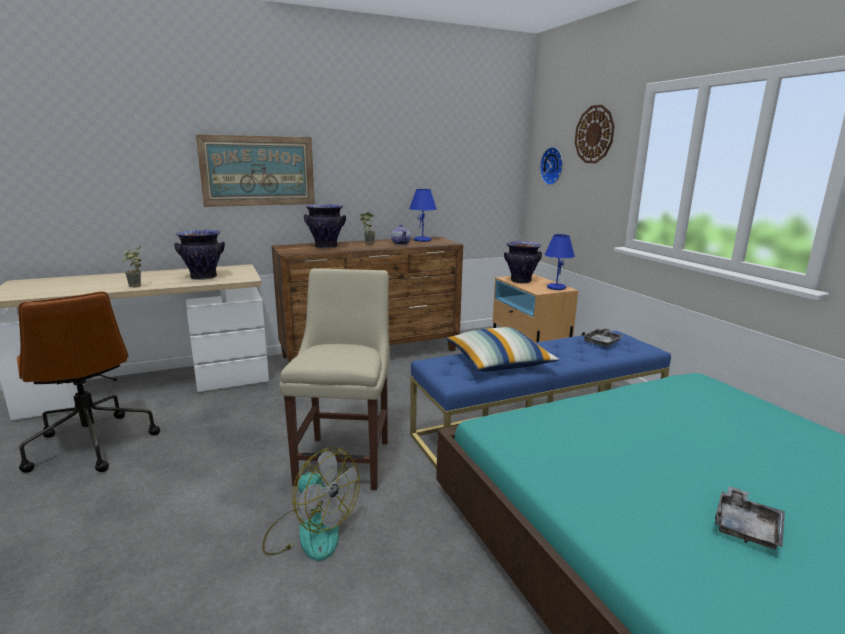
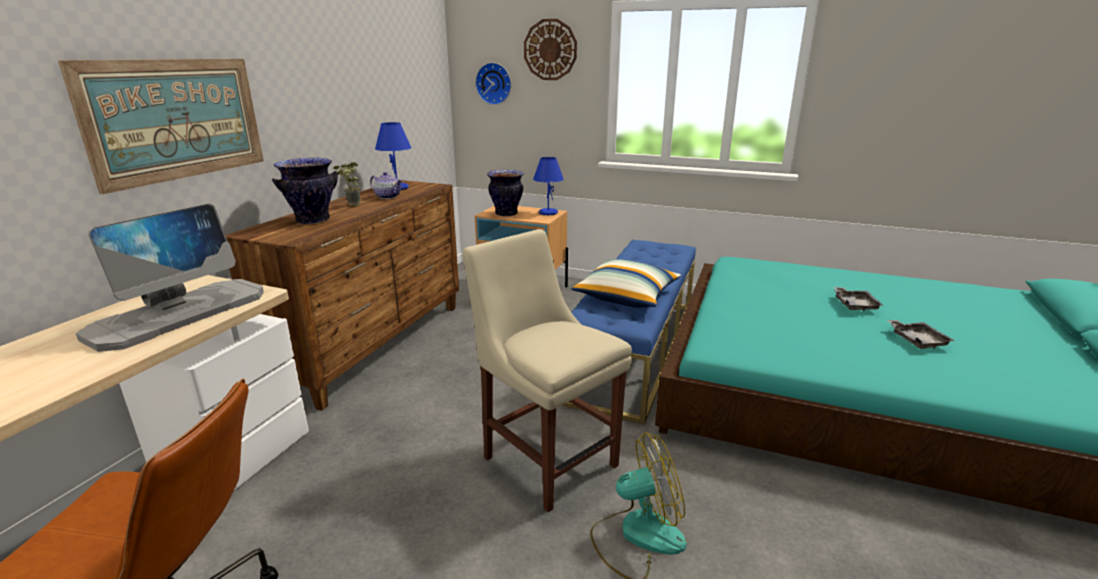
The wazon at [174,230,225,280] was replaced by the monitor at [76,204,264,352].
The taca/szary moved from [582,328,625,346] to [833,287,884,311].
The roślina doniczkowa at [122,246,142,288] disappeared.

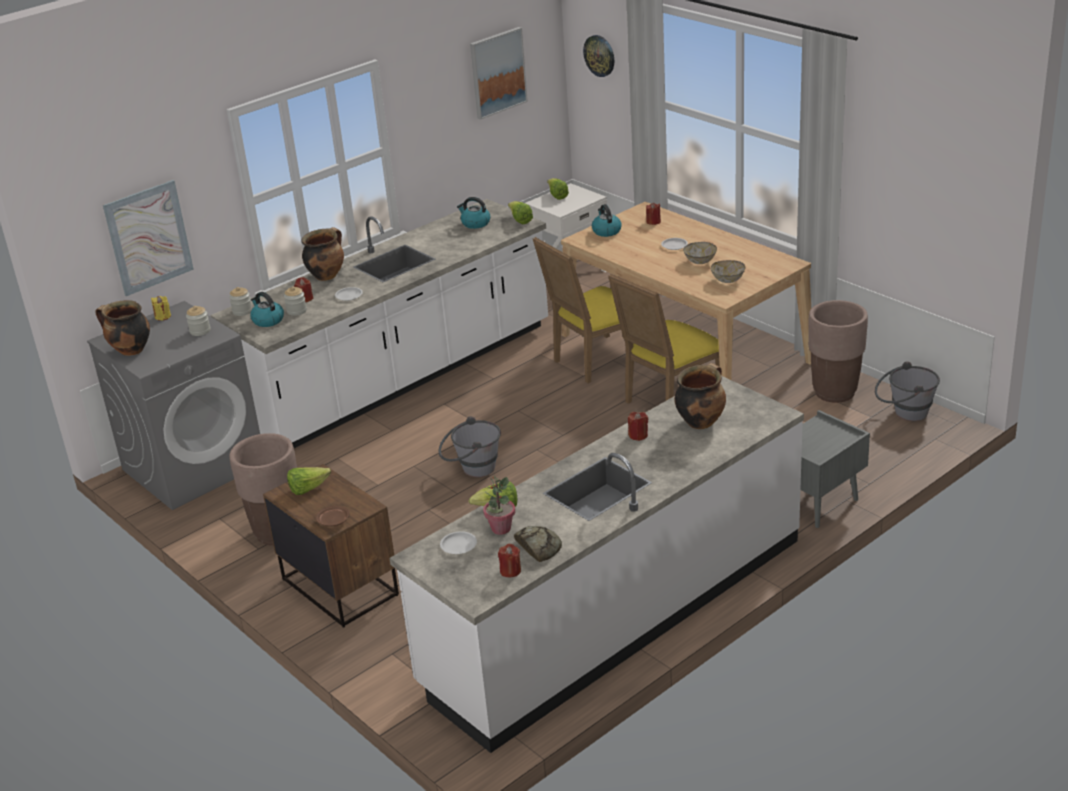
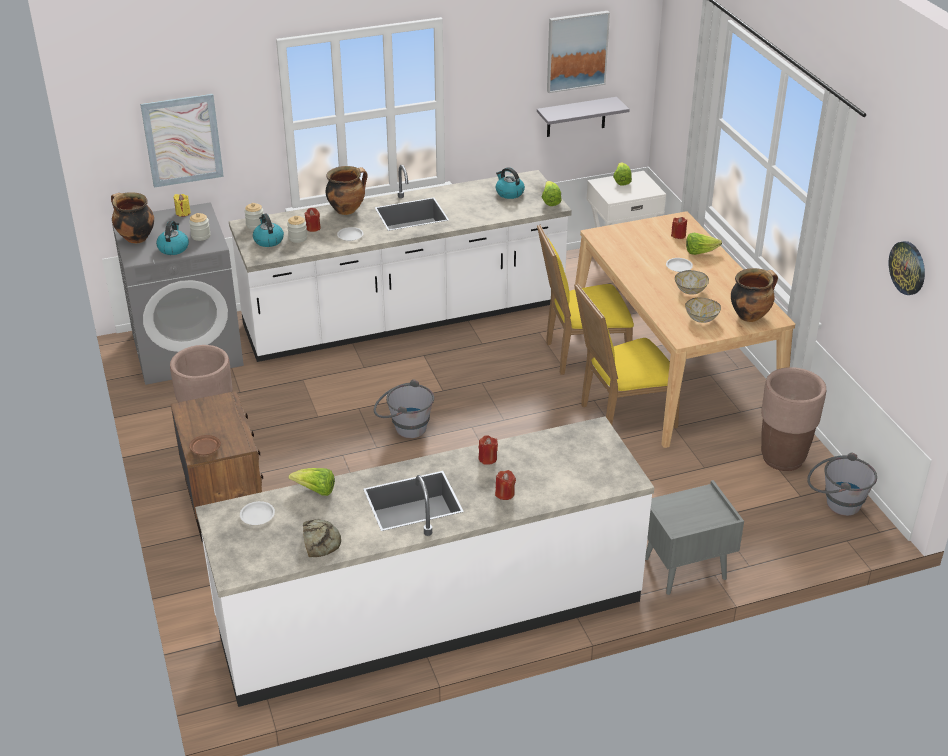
The czajnik moved from [592,204,622,237] to [156,220,189,255].
The świeca/czerwony moved from [498,544,521,577] to [495,470,516,500].
The półka/szary at [537,97,630,137] appeared.
The sałata moved from [287,467,331,495] to [686,233,722,255].
The garnek moved from [675,363,726,429] to [731,268,778,322].
The zegar ścienny moved from [583,35,614,77] to [889,241,925,295].
The roślina doniczkowa at [483,476,515,535] disappeared.

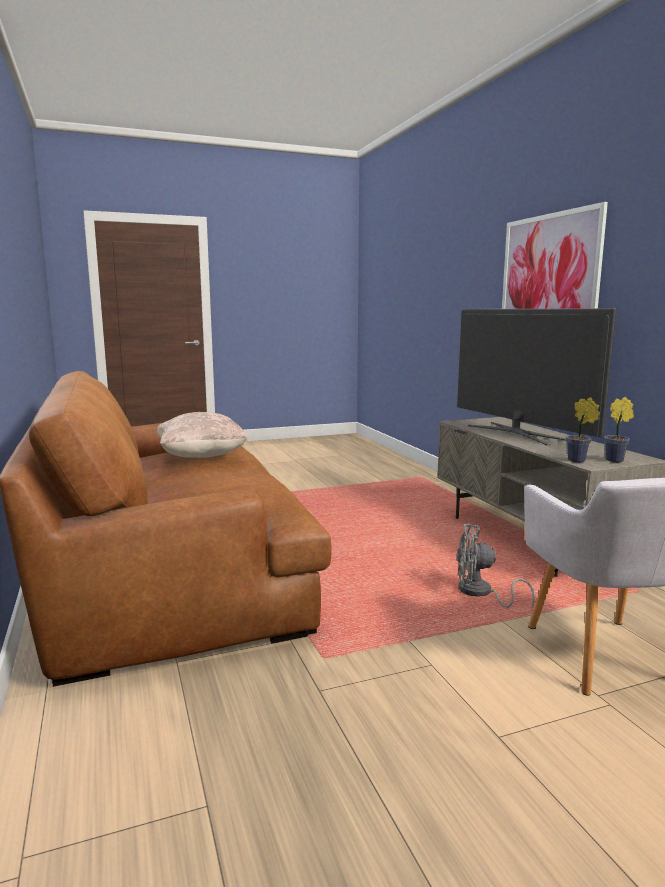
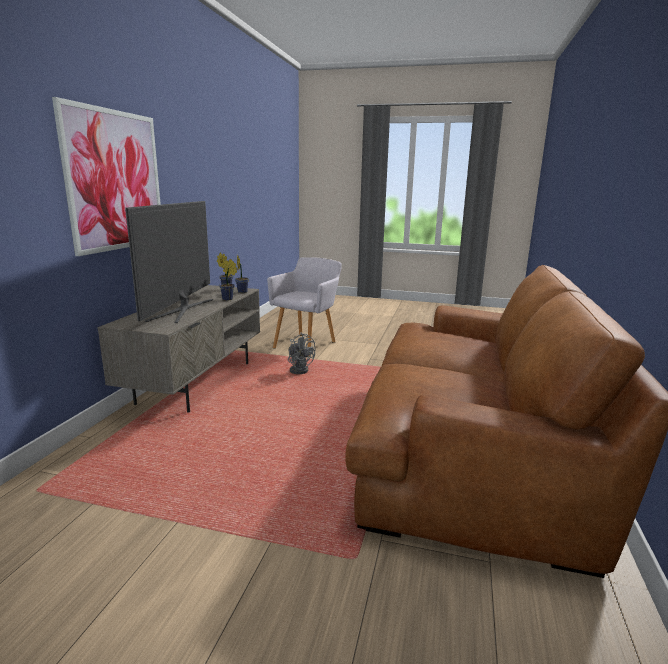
The roślina doniczkowa at [219,259,237,301] appeared.
The poduszka/beżowy at [157,412,248,458] disappeared.

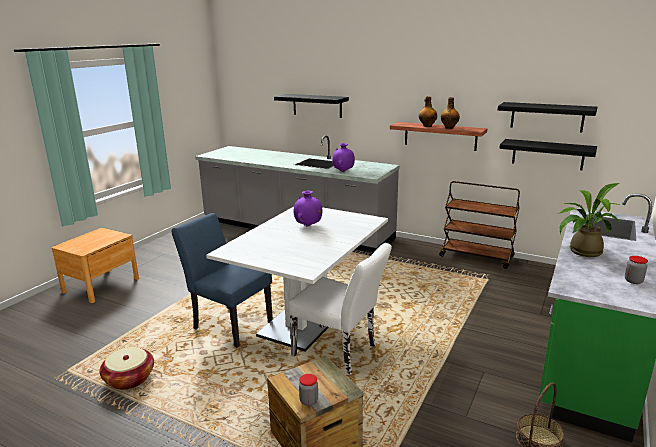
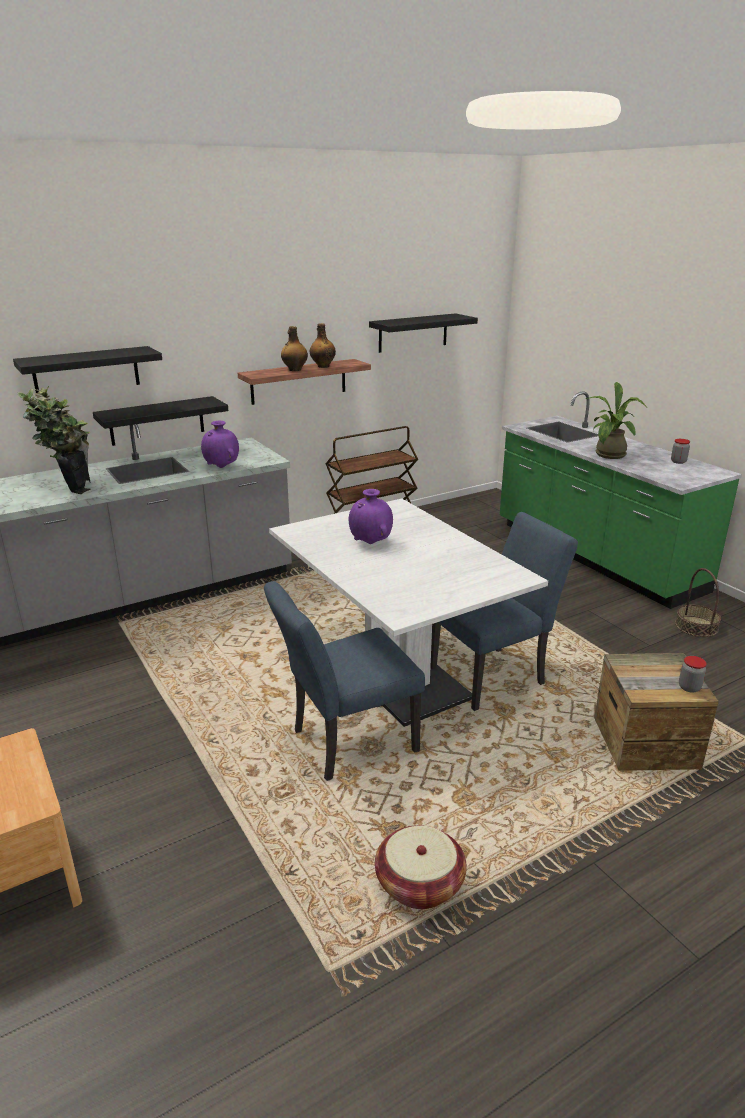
The roślina doniczkowa at [17,386,90,494] appeared.
The półka/czarny moved from [499,139,597,170] to [93,396,228,446].
The krzesło/biały at [287,243,392,375] became the krzesło/niebieski at [430,512,578,711].

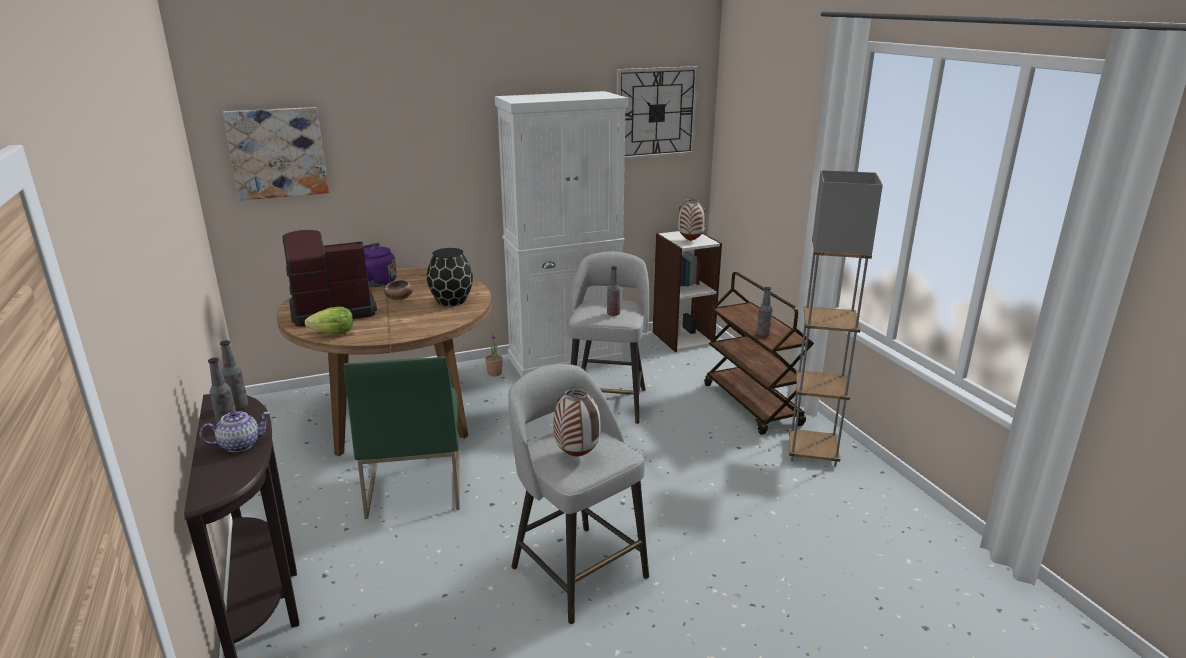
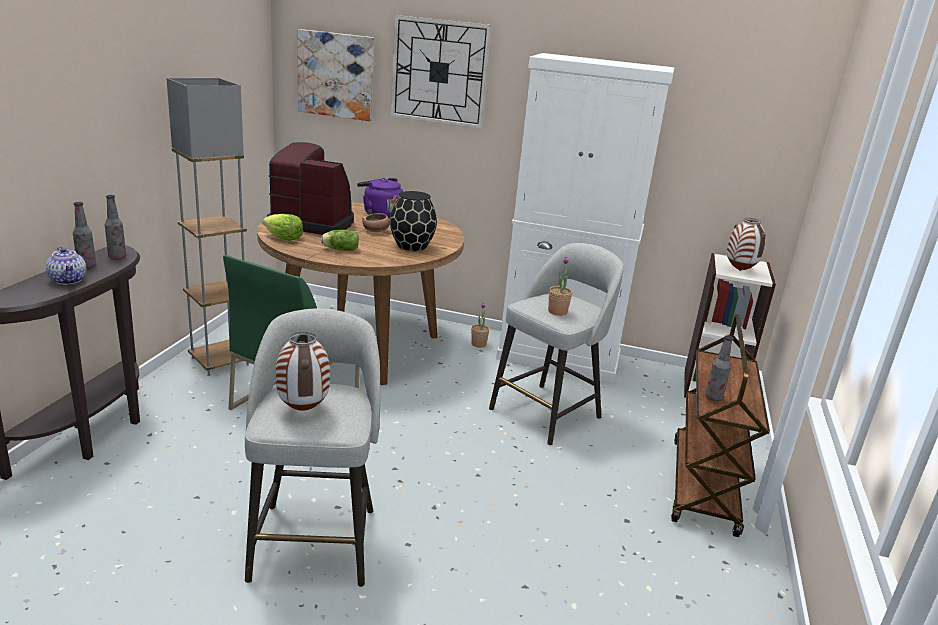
The imbryk at [199,411,271,452] turned 45 degrees clockwise.
The lampa stojąca/szary moved from [789,170,883,467] to [166,78,249,376].
The sałata at [321,230,359,251] appeared.
The zegar ścienny moved from [617,66,699,160] to [391,15,491,129].
The butelka at [607,266,620,316] was replaced by the roślina doniczkowa at [548,257,572,316].

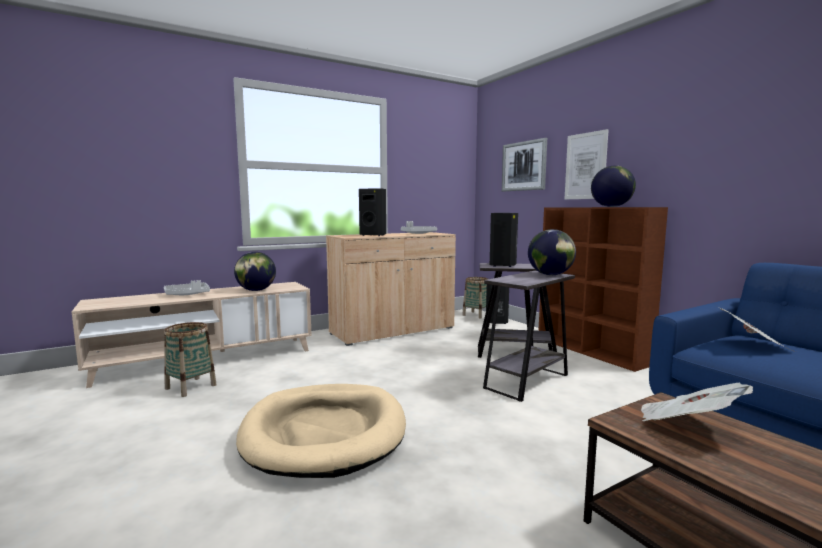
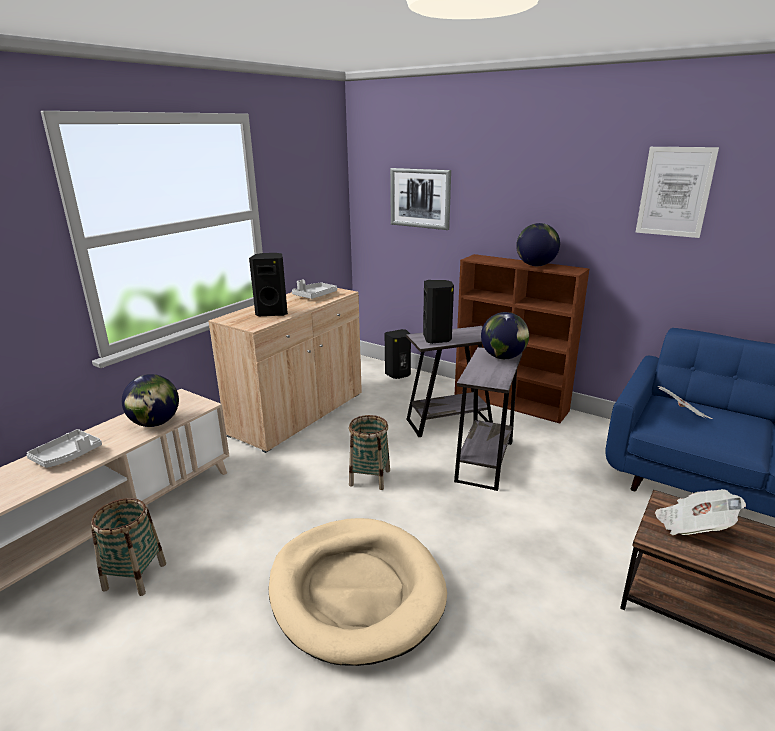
The koszyk moved from [462,277,488,318] to [349,415,390,490].
The obraz moved from [565,129,609,199] to [635,147,719,238].

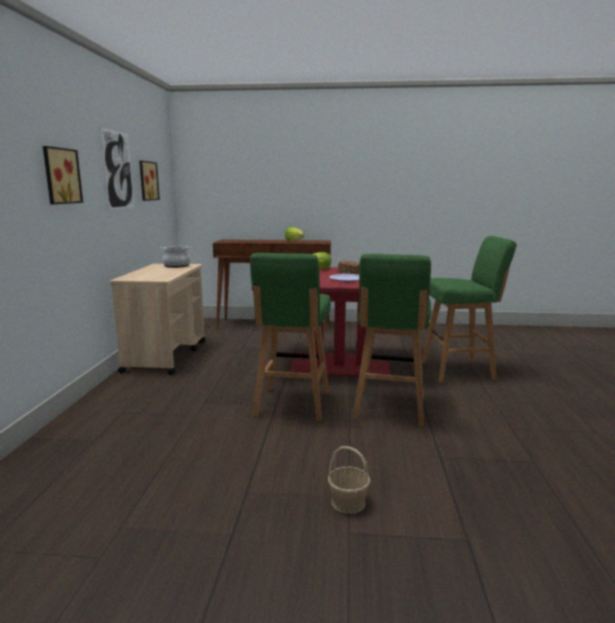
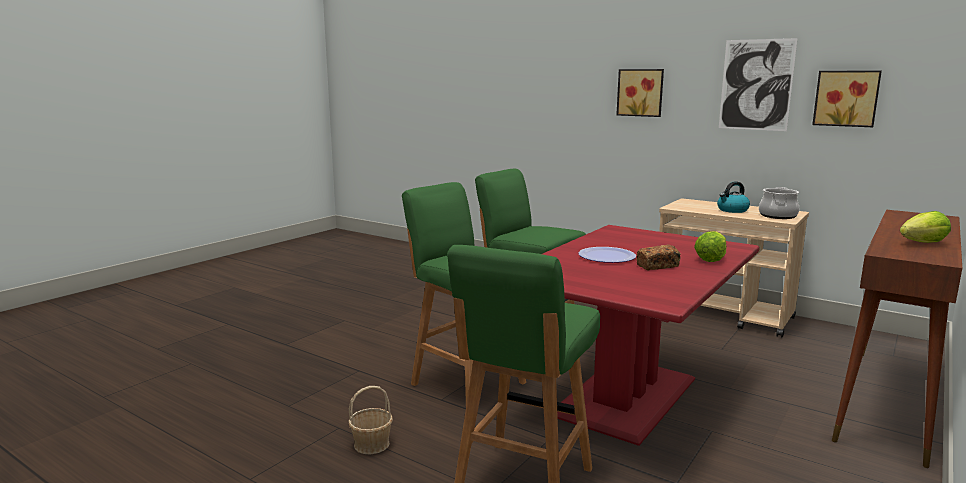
The koszyk moved from [328,446,370,514] to [348,386,393,454].
The czajnik at [717,181,750,213] appeared.

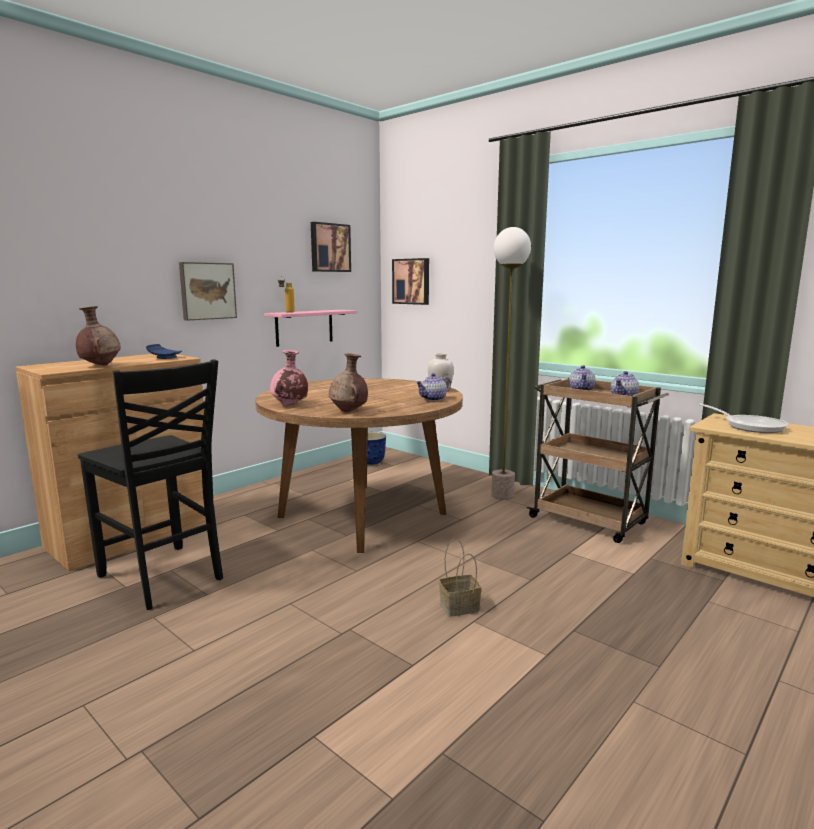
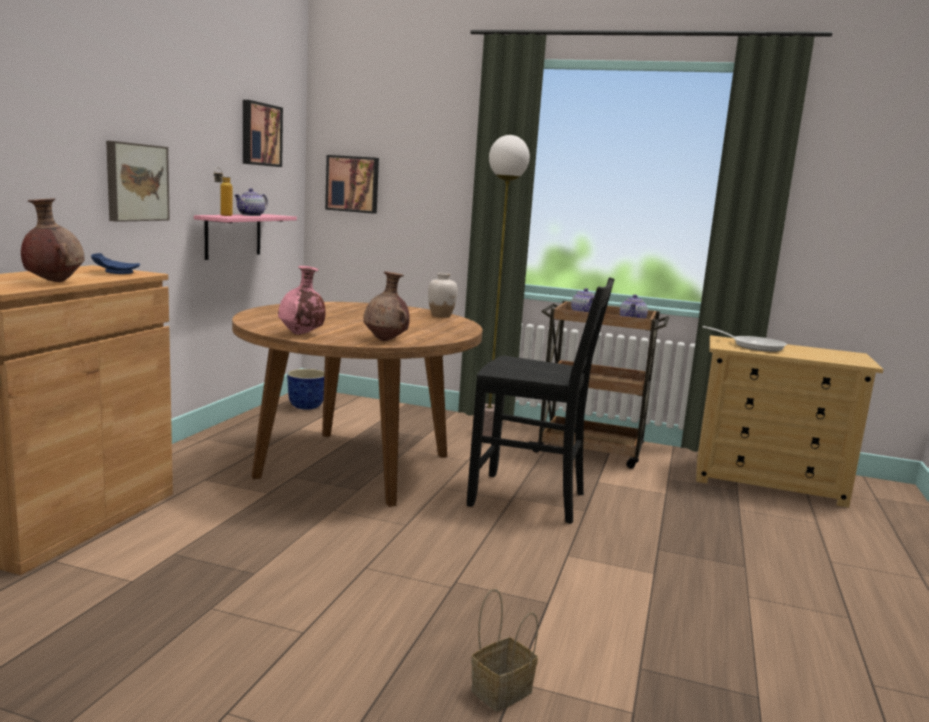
The imbryk moved from [416,373,451,401] to [234,188,268,216].
The krzesło/czarny moved from [78,359,223,610] to [467,277,614,524].
The koszyk moved from [439,539,482,617] to [471,589,538,712].

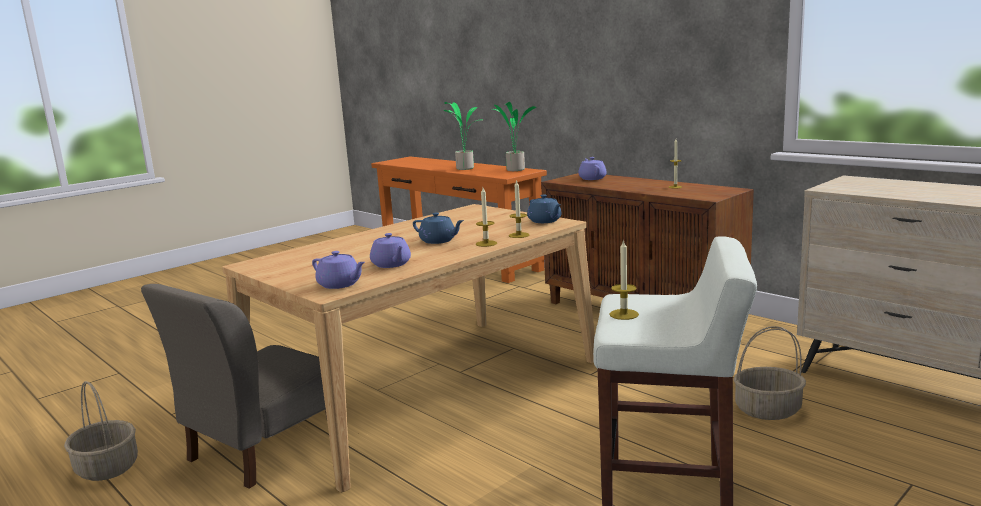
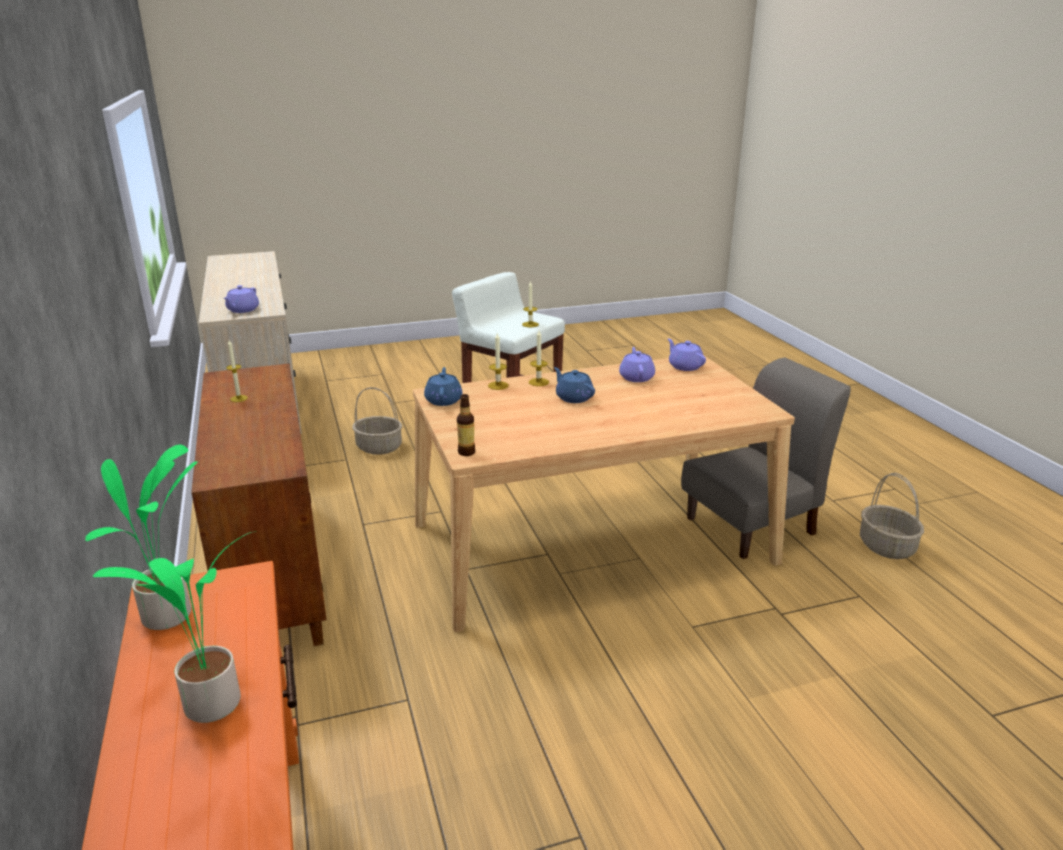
The imbryk/fioletowy moved from [578,157,607,180] to [223,285,259,313].
The butelka at [457,394,475,456] appeared.

